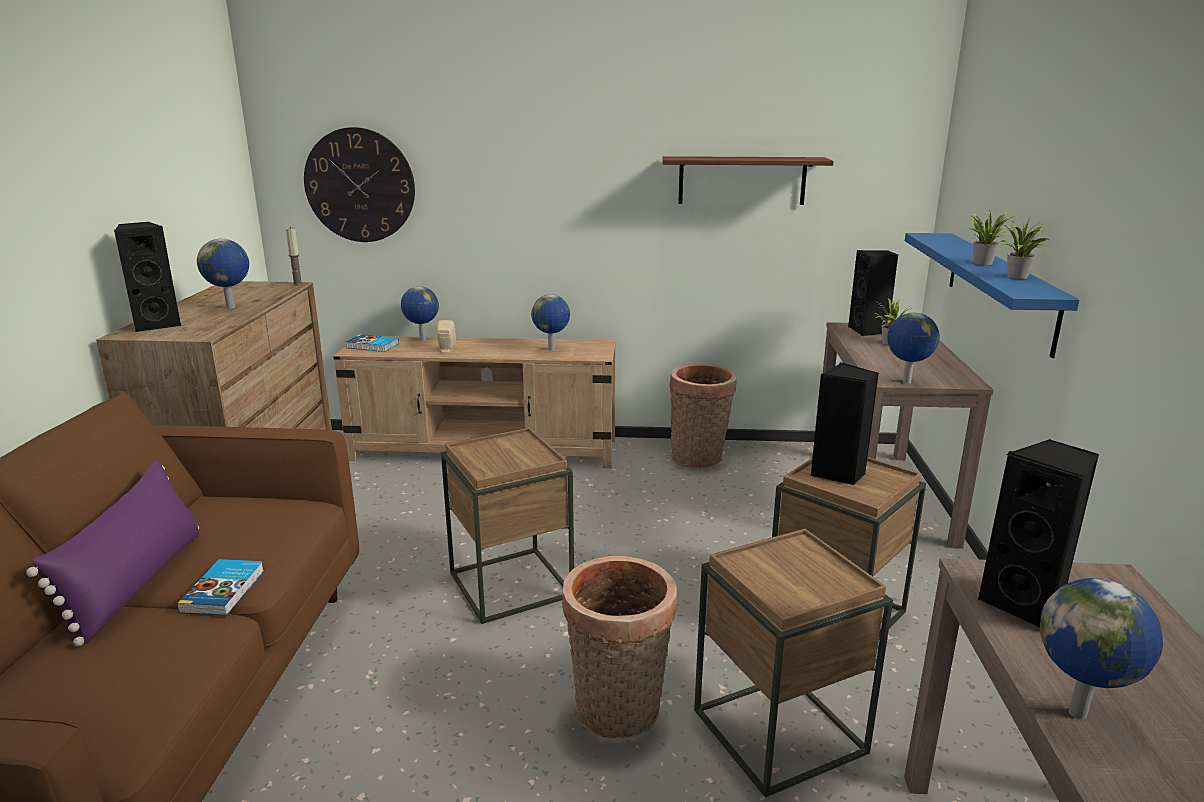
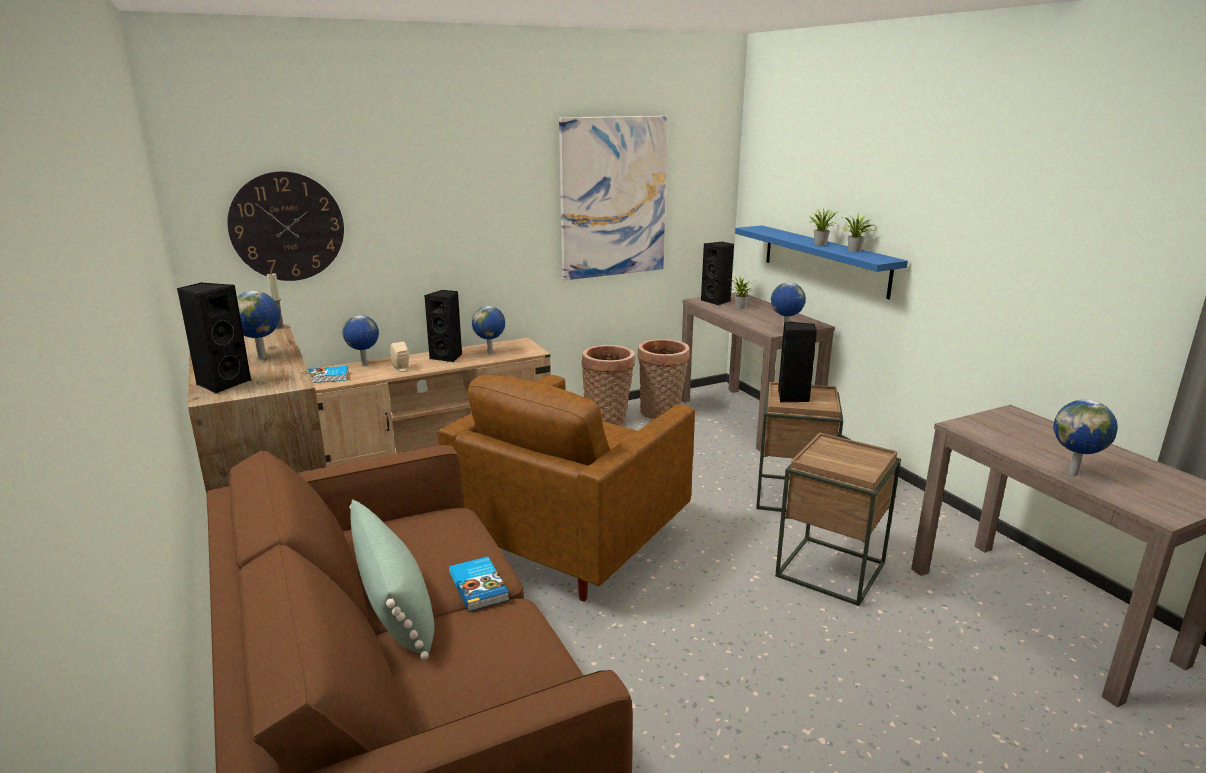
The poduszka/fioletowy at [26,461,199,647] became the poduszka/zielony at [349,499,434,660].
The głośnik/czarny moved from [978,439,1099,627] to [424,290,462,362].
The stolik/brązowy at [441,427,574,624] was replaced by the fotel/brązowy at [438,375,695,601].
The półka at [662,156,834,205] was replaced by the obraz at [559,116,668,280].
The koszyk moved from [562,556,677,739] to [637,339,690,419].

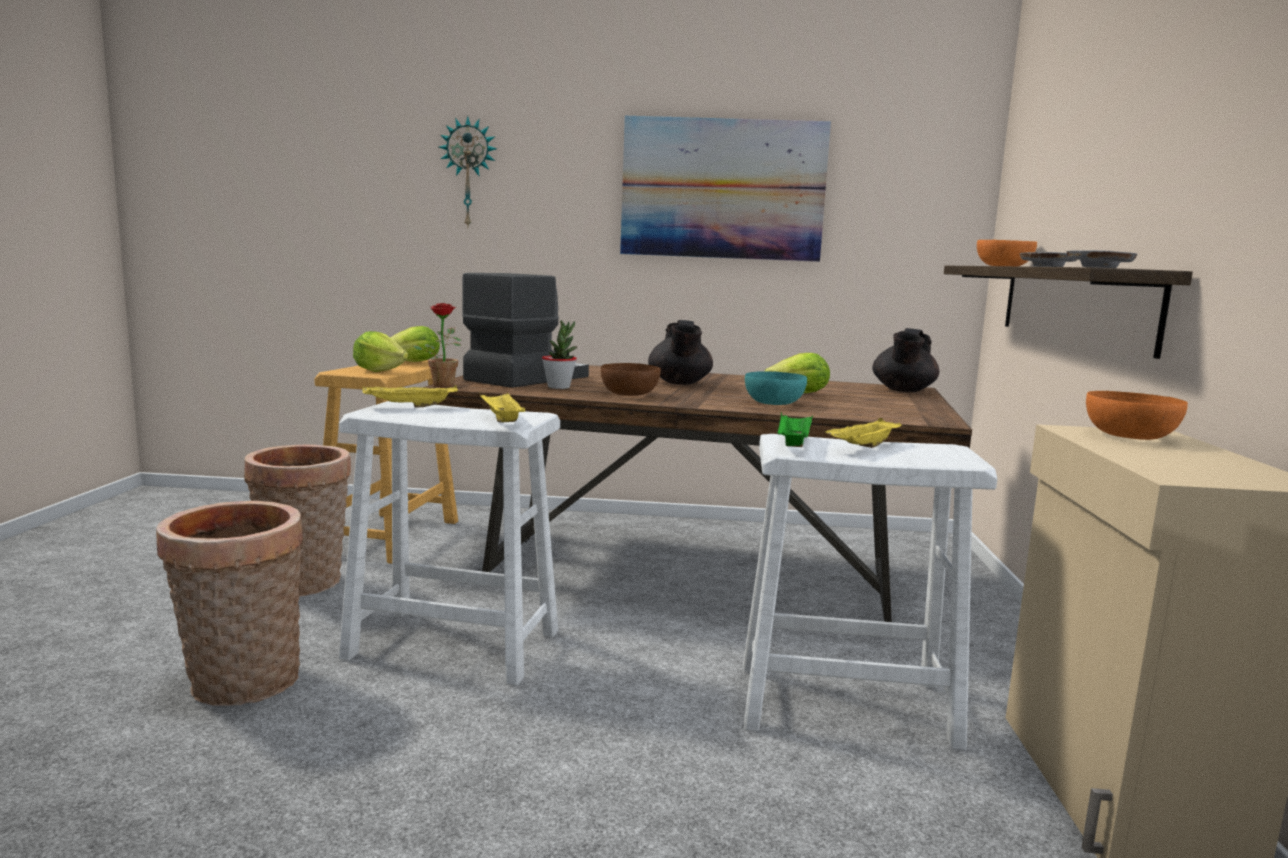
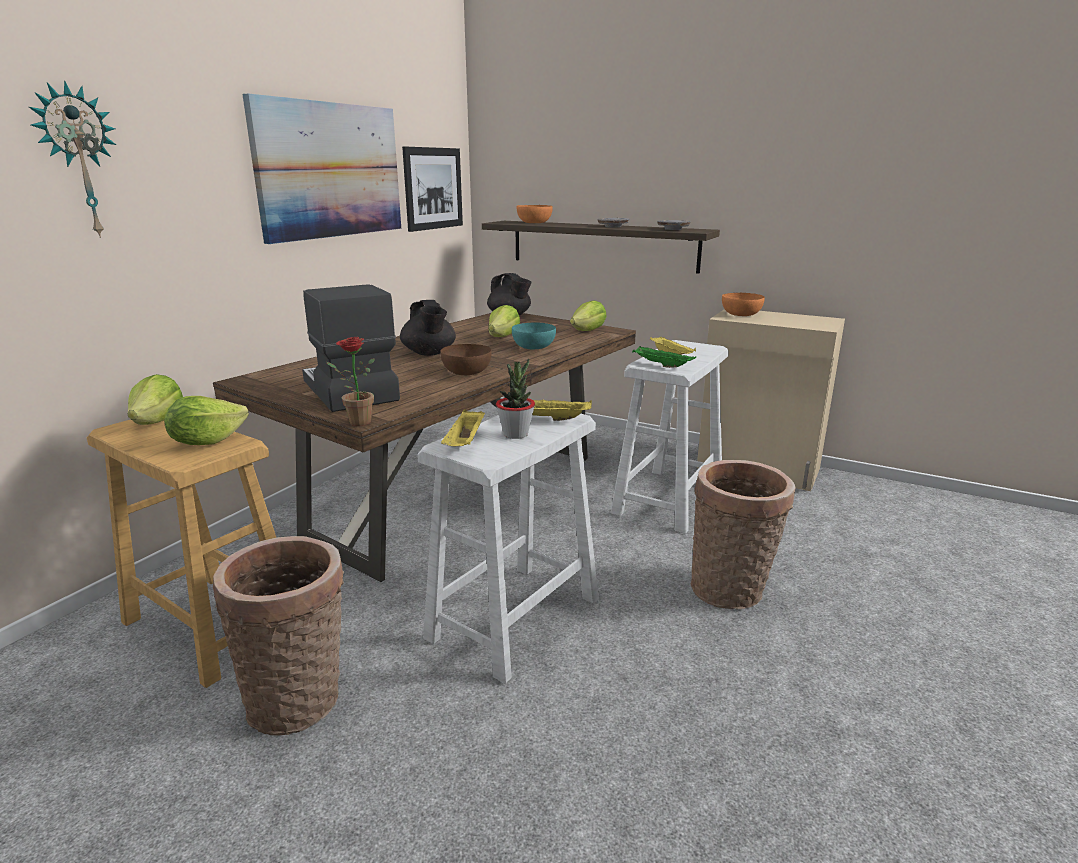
The imbryk/czarny at [648,320,713,385] turned 45 degrees clockwise.
The obraz at [402,147,463,232] appeared.
The roślina doniczkowa moved from [542,320,577,389] to [496,359,535,439].
The sałata at [570,301,607,331] appeared.
The koszyk moved from [156,501,303,706] to [691,460,795,610].

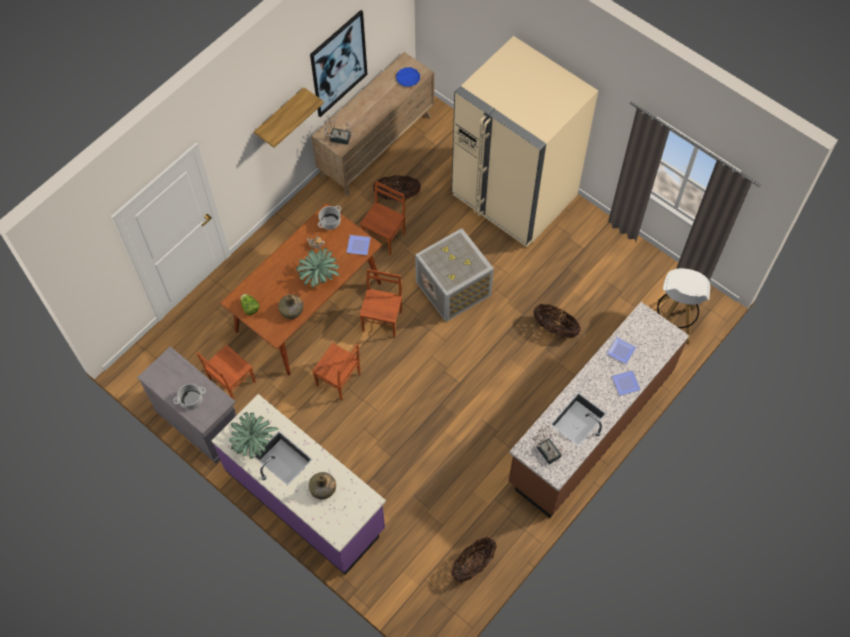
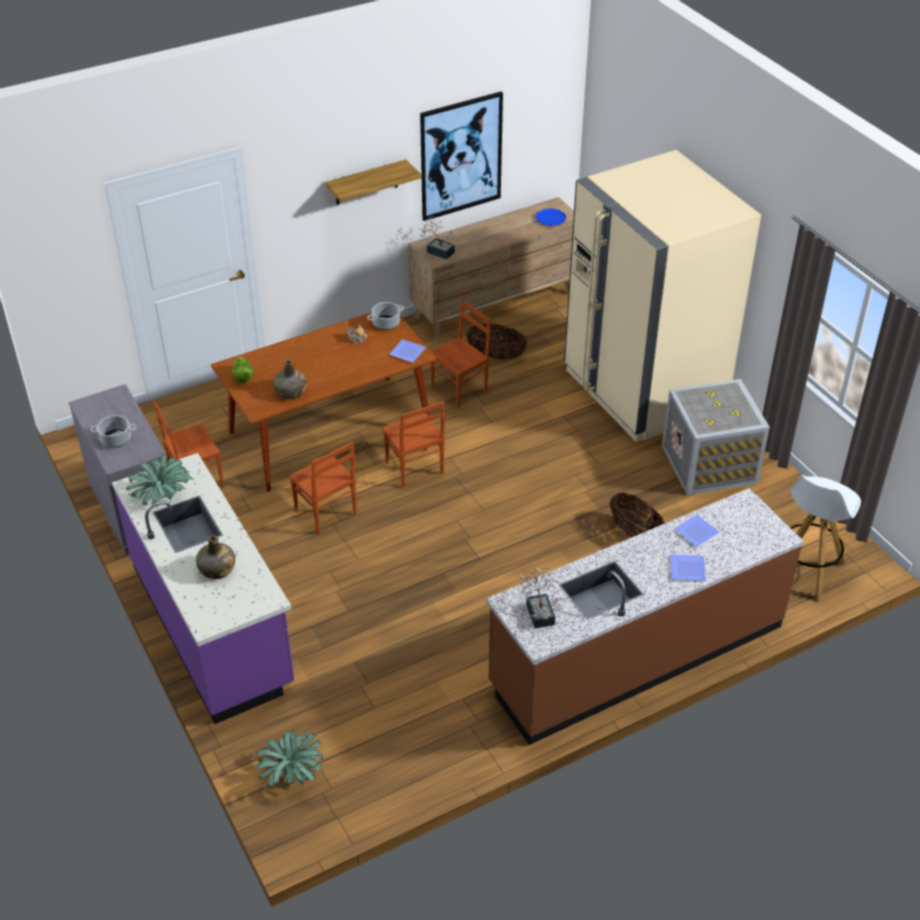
The roślina doniczkowa moved from [296,248,340,288] to [256,730,323,787].
The krzesło/brązowy at [359,269,402,338] turned 120 degrees clockwise.
The skrzynka moved from [415,228,494,322] to [662,379,770,495].
The koszyk at [451,537,497,582] disappeared.

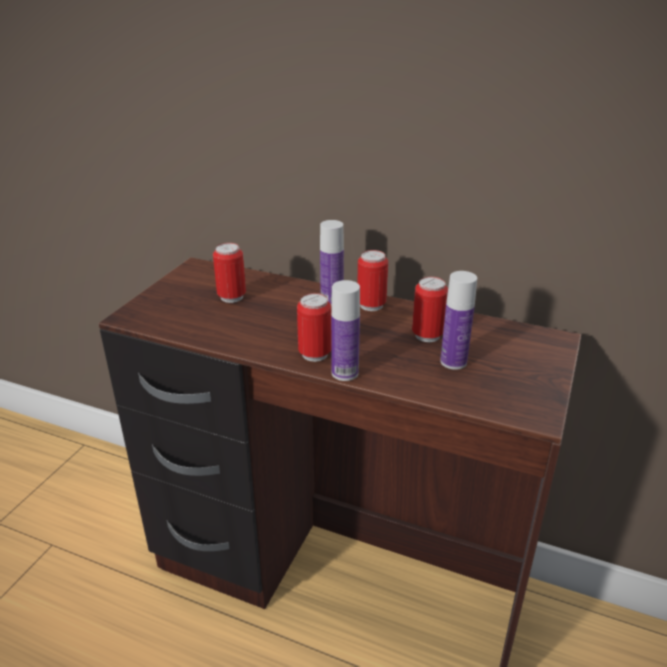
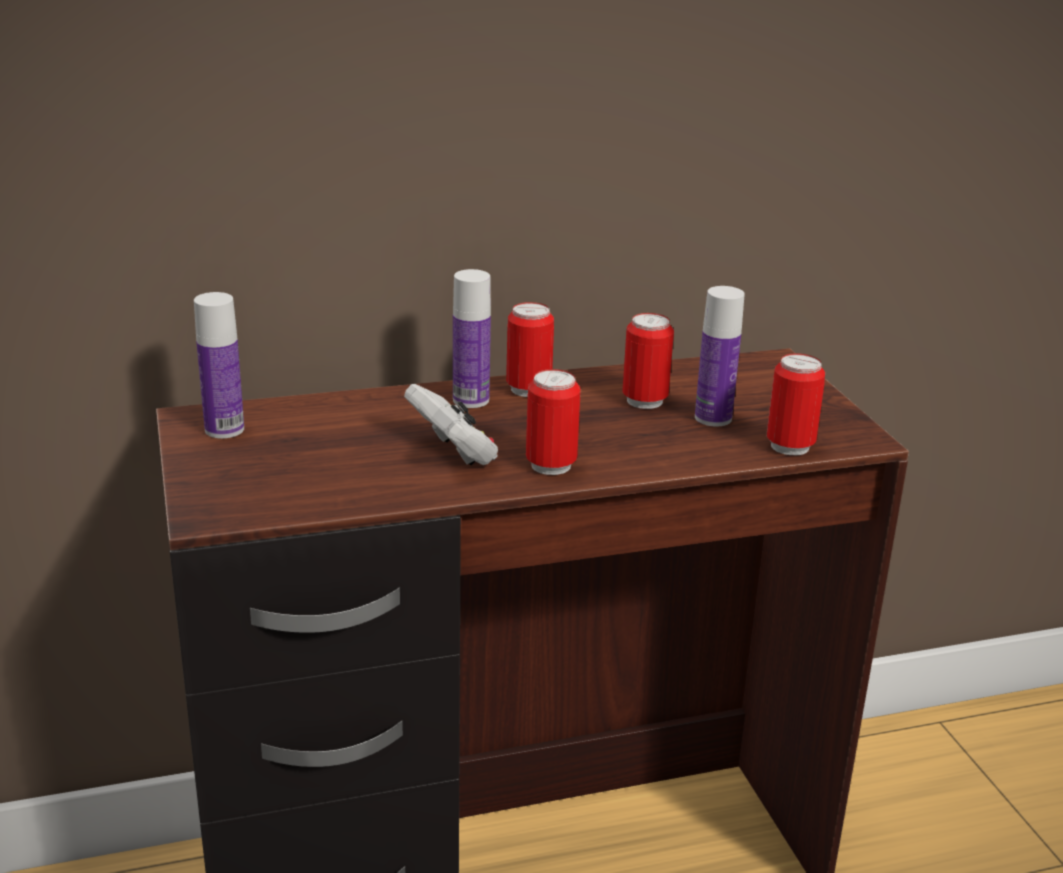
The butelka moved from [331,280,360,381] to [194,292,244,439].
The pad do gier/biały at [404,384,498,465] appeared.
The puszka moved from [213,243,246,303] to [767,353,825,455].

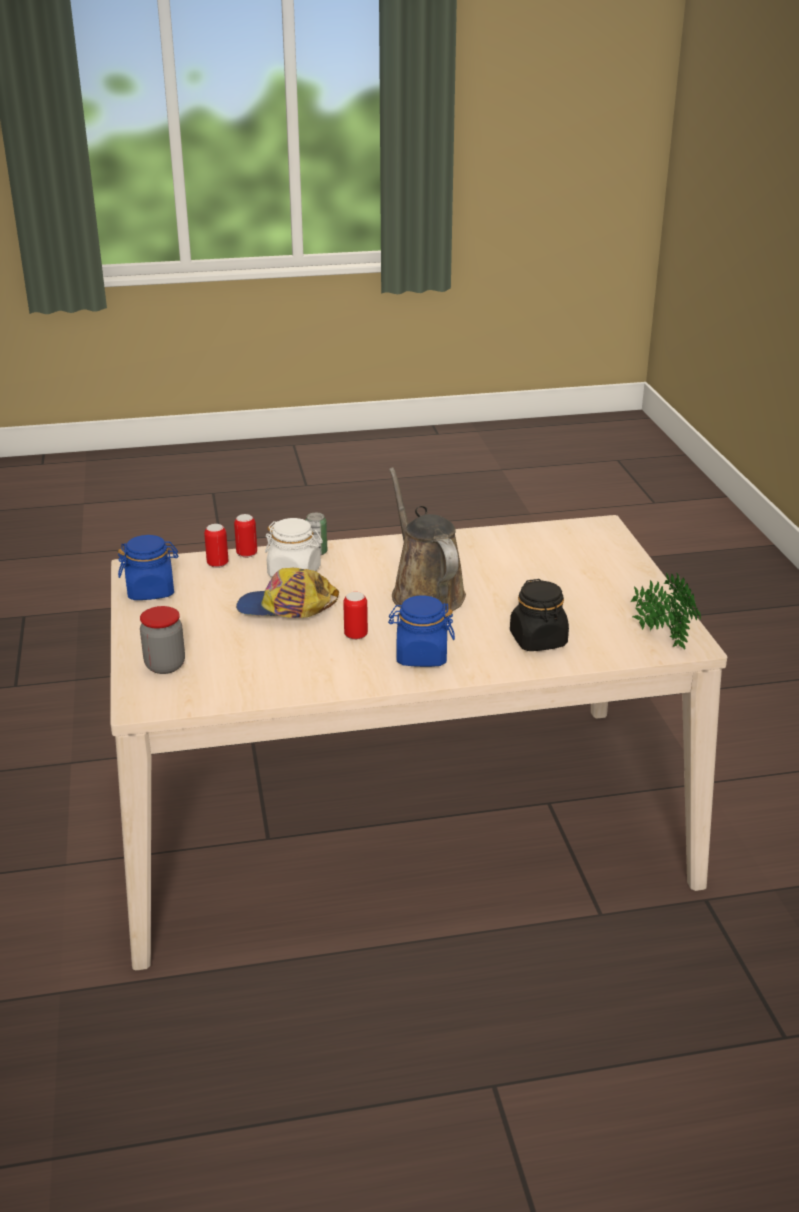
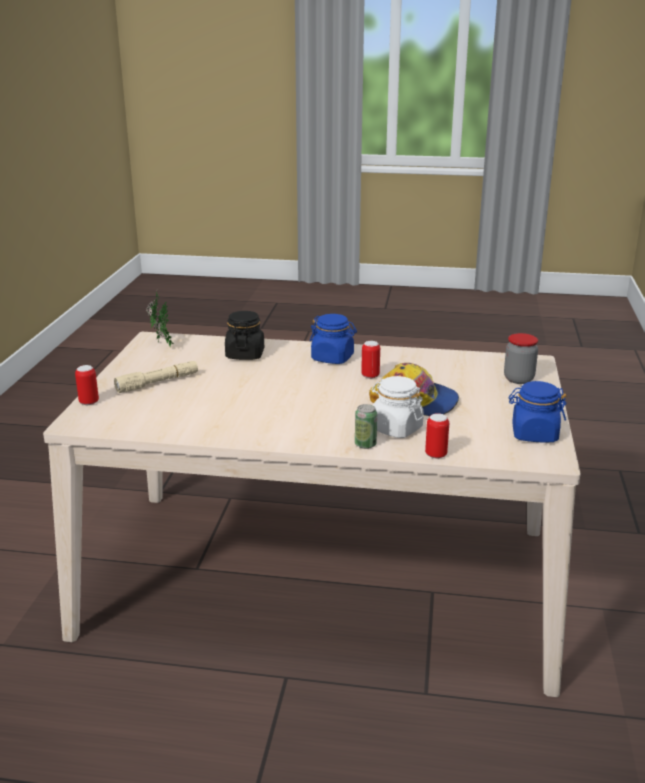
The puszka moved from [204,524,228,568] to [75,365,99,405].
The latarka/beżowy at [114,361,198,393] appeared.
The konewka/brązowy at [389,467,466,611] disappeared.

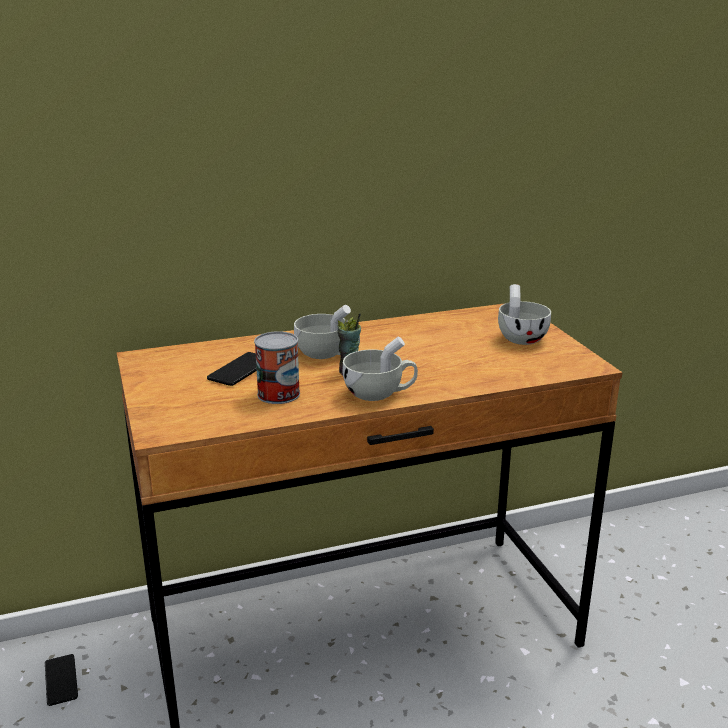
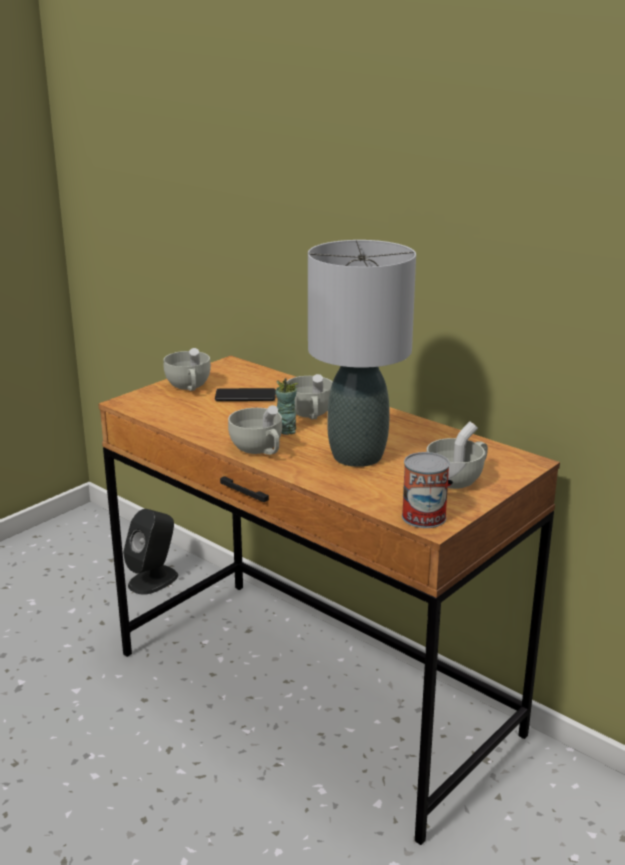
The telefon at [45,654,78,706] was replaced by the głośnik/czarny at [123,509,178,595].
The filiżanka/biały at [163,348,211,391] appeared.
The lampa stołowa/szary at [308,240,416,467] appeared.
The puszka moved from [254,331,300,404] to [402,452,450,528].

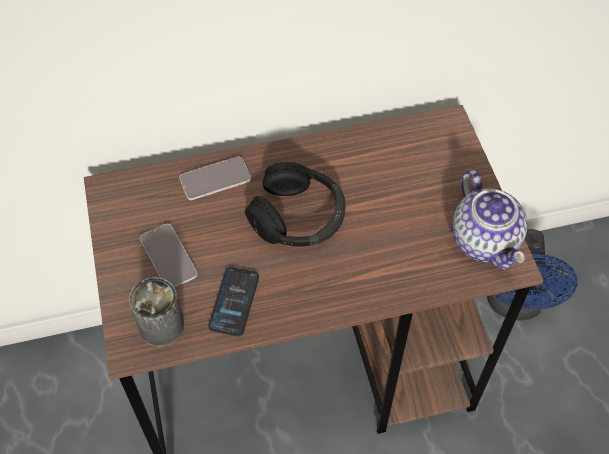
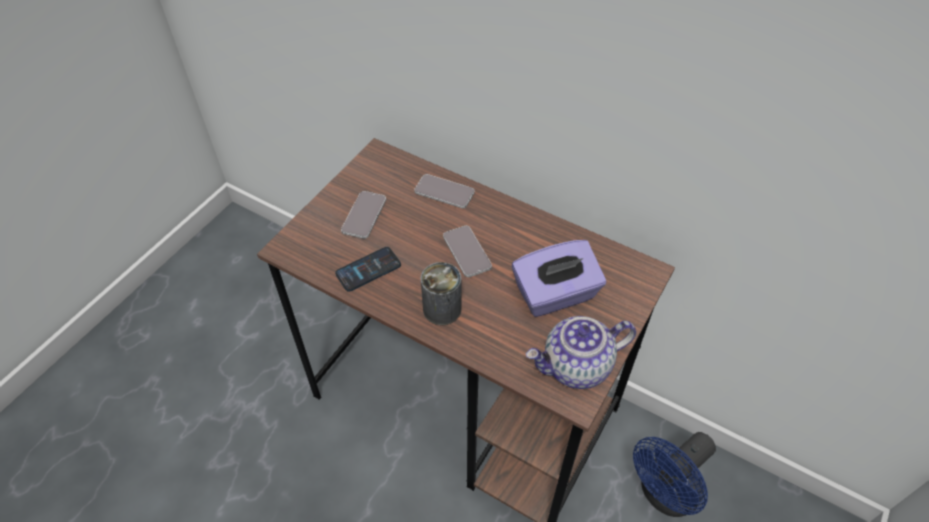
The puszka moved from [129,277,184,347] to [421,262,462,325].
The słuchawki/czarny at [245,162,346,247] was replaced by the telefon at [443,226,492,277].
The pudełko chusteczek/fioletowy at [512,240,606,317] appeared.
The imbryk at [452,169,528,270] turned 45 degrees clockwise.

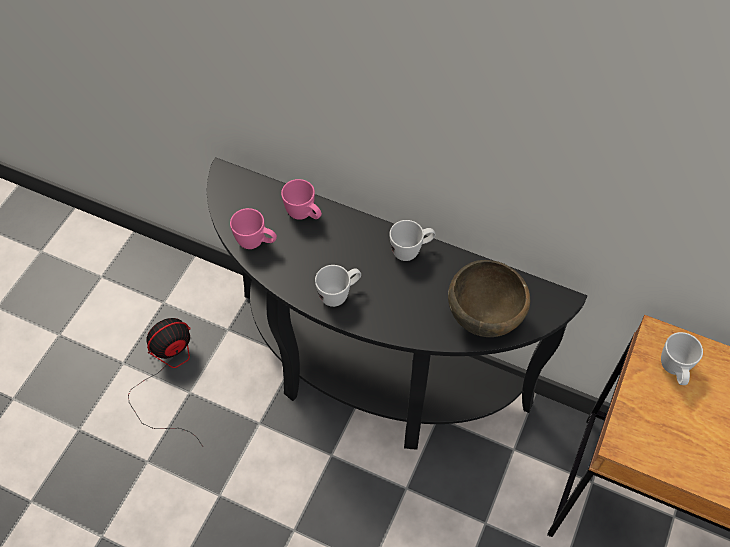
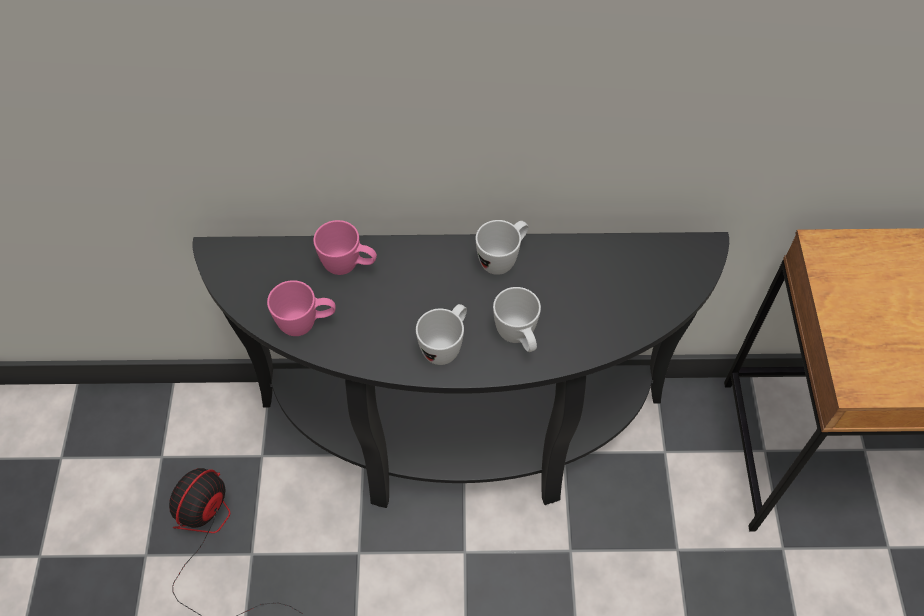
The kubek/biały moved from [661,332,703,385] to [493,287,541,352].
The miska/brązowy at [448,260,530,337] disappeared.

